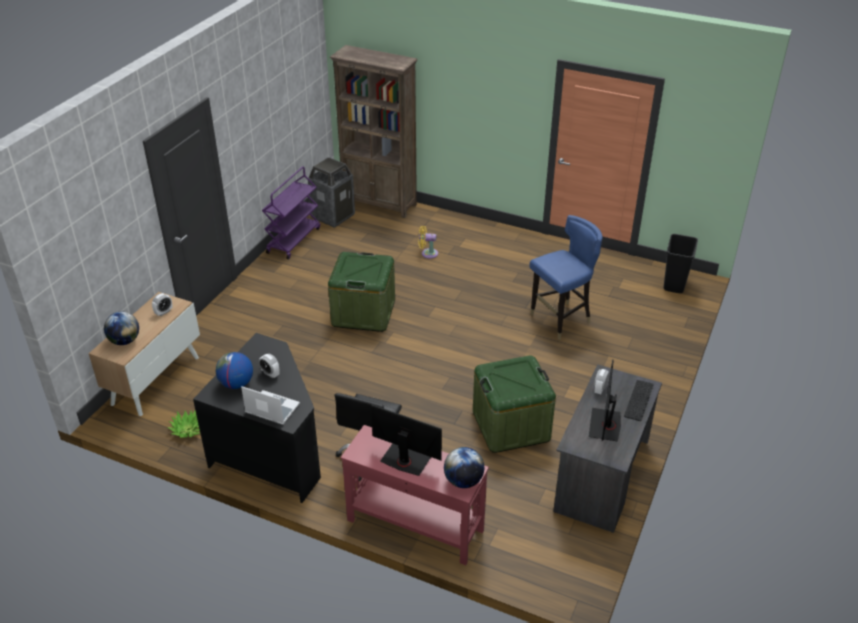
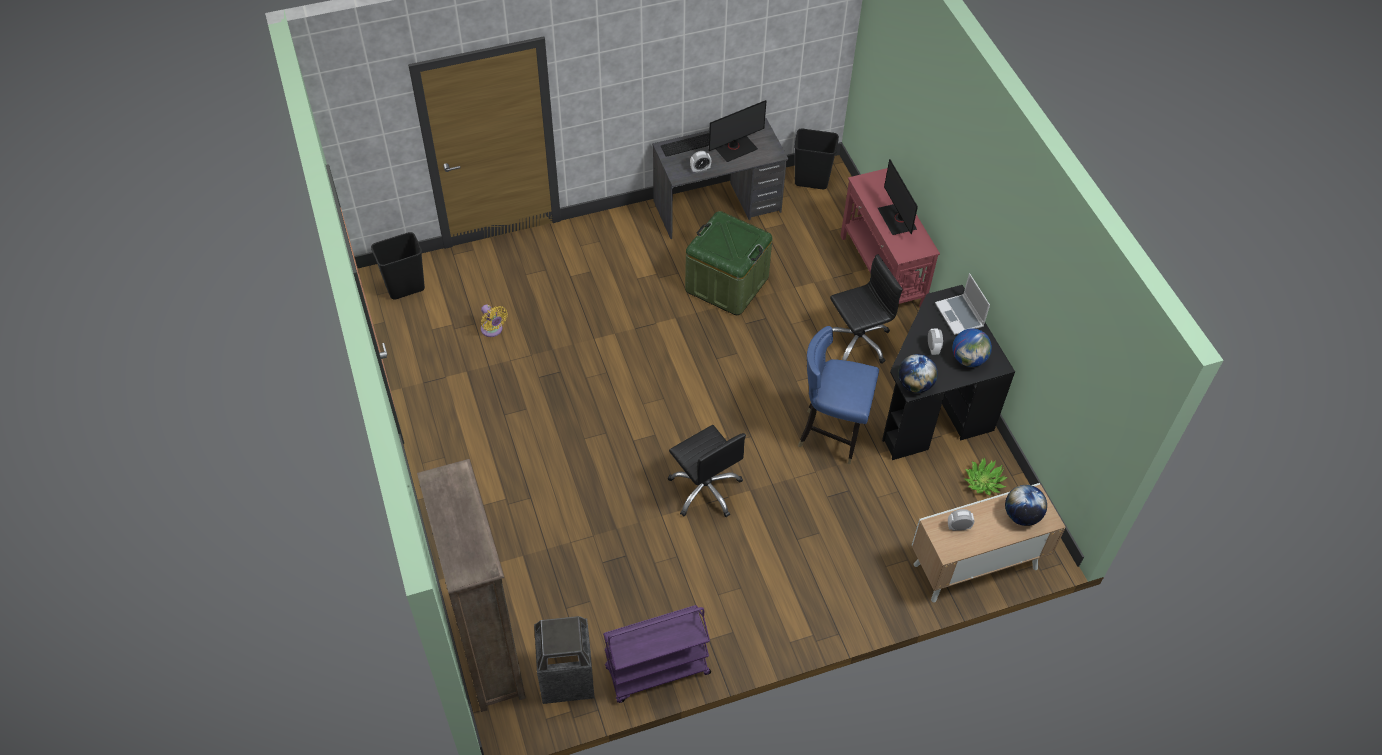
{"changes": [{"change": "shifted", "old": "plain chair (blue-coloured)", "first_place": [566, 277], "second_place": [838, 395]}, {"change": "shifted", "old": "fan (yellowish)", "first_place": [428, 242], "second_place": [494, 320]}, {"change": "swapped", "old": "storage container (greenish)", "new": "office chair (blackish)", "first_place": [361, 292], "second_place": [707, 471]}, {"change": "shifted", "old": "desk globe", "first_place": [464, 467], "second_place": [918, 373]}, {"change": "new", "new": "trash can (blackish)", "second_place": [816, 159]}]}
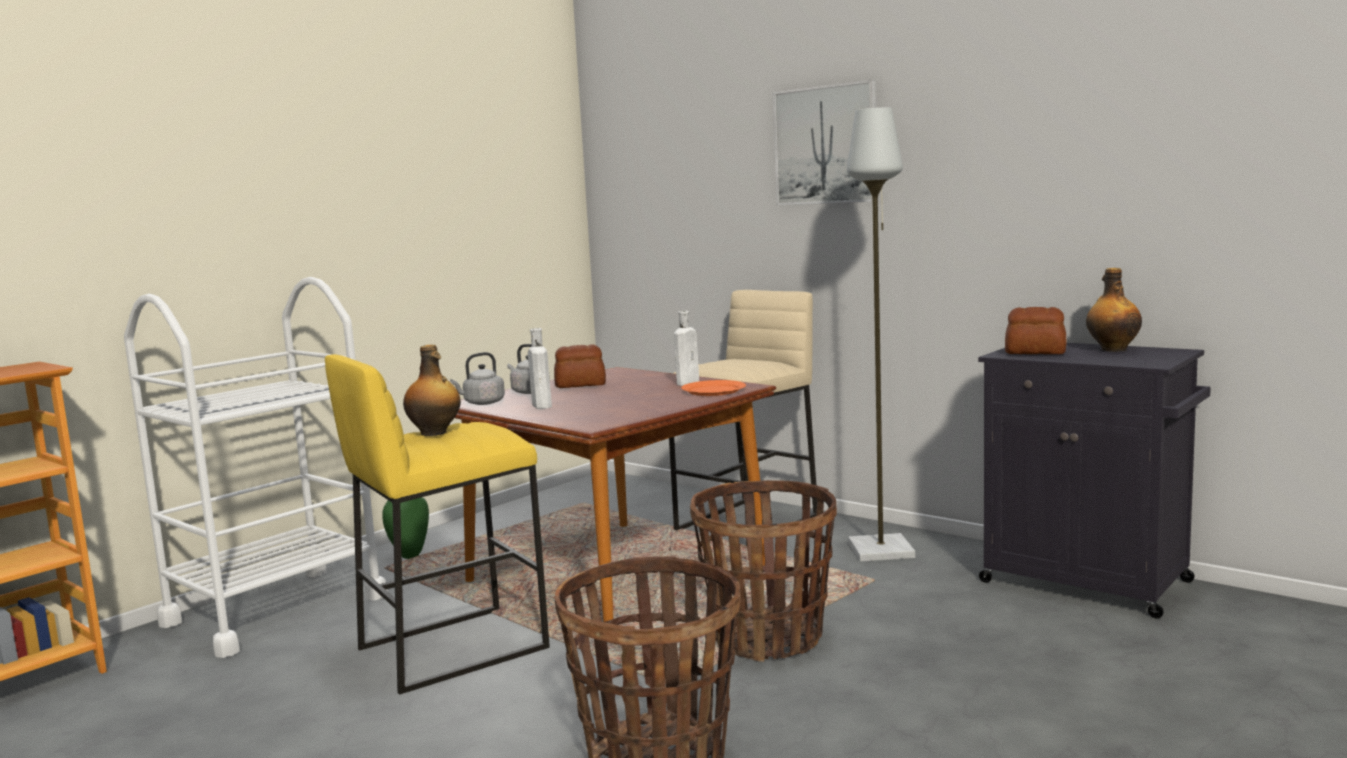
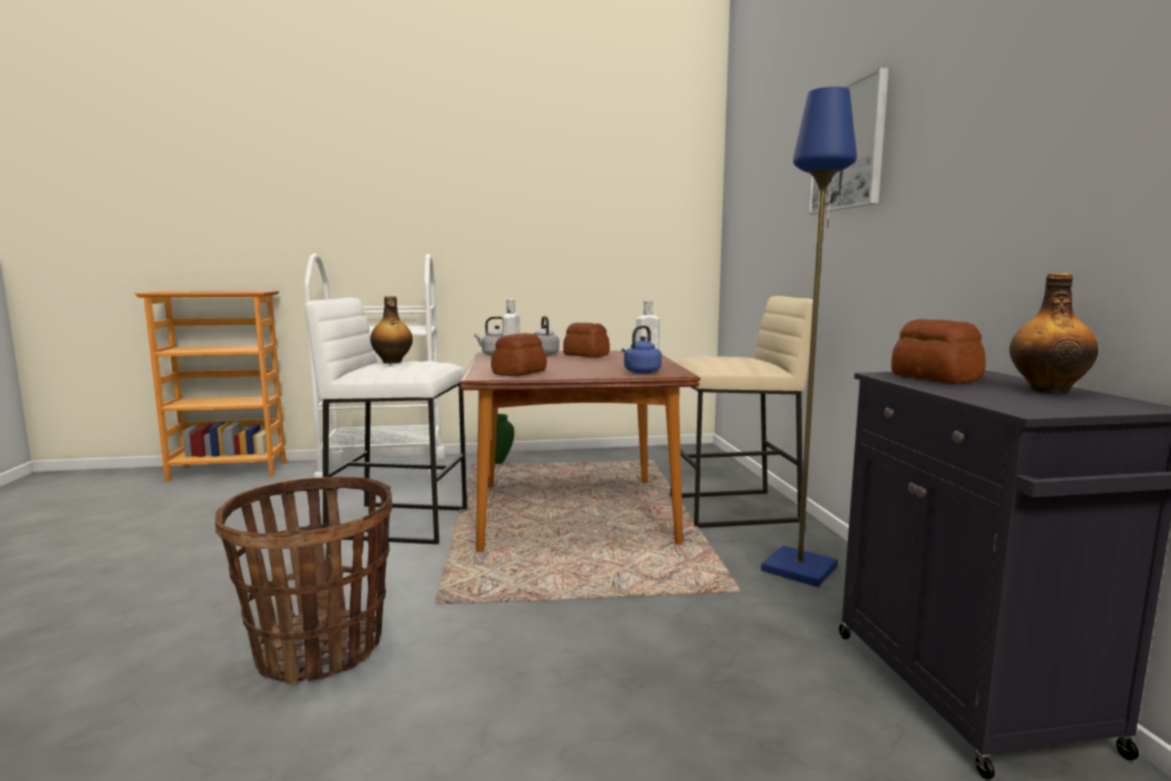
{"changes": [{"change": "repainted", "old": "standard lamp (gray)", "new": "standard lamp (blue-coloured)", "first_place": [881, 335], "second_place": [809, 336]}, {"change": "repainted", "old": "stool seat (yellowish)", "new": "stool seat (white-coloured)", "first_place": [437, 524], "second_place": [386, 421]}, {"change": "swapped", "old": "flat dish (orange)", "new": "tea kettle (blue-coloured)", "first_place": [713, 388], "second_place": [641, 349]}, {"change": "gone", "old": "storage basket", "first_place": [763, 571]}, {"change": "new", "new": "bakery bread", "second_place": [519, 354]}]}
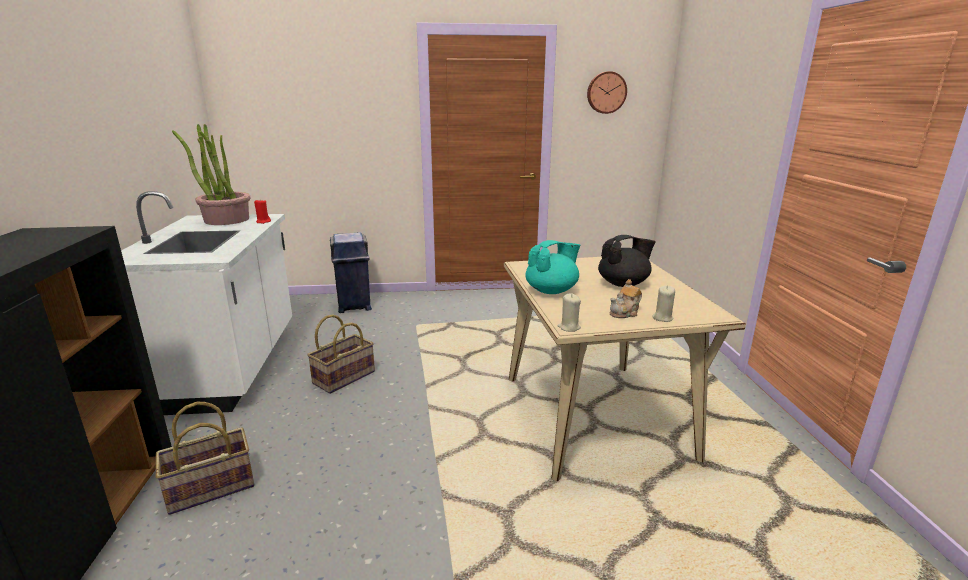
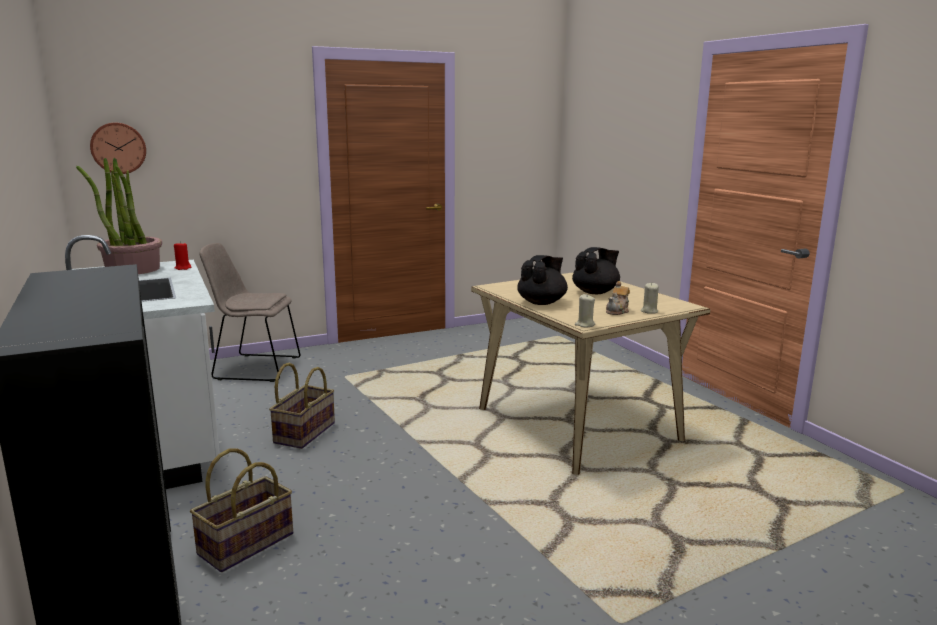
{"changes": [{"change": "shifted", "old": "wall clock", "first_place": [607, 92], "second_place": [118, 148]}, {"change": "swapped", "old": "trash can (blue-coloured)", "new": "plain chair (beige)", "first_place": [351, 272], "second_place": [250, 312]}, {"change": "repainted", "old": "pot for tea (turquoise-coloured)", "new": "pot for tea (blackish)", "first_place": [553, 267], "second_place": [542, 280]}]}
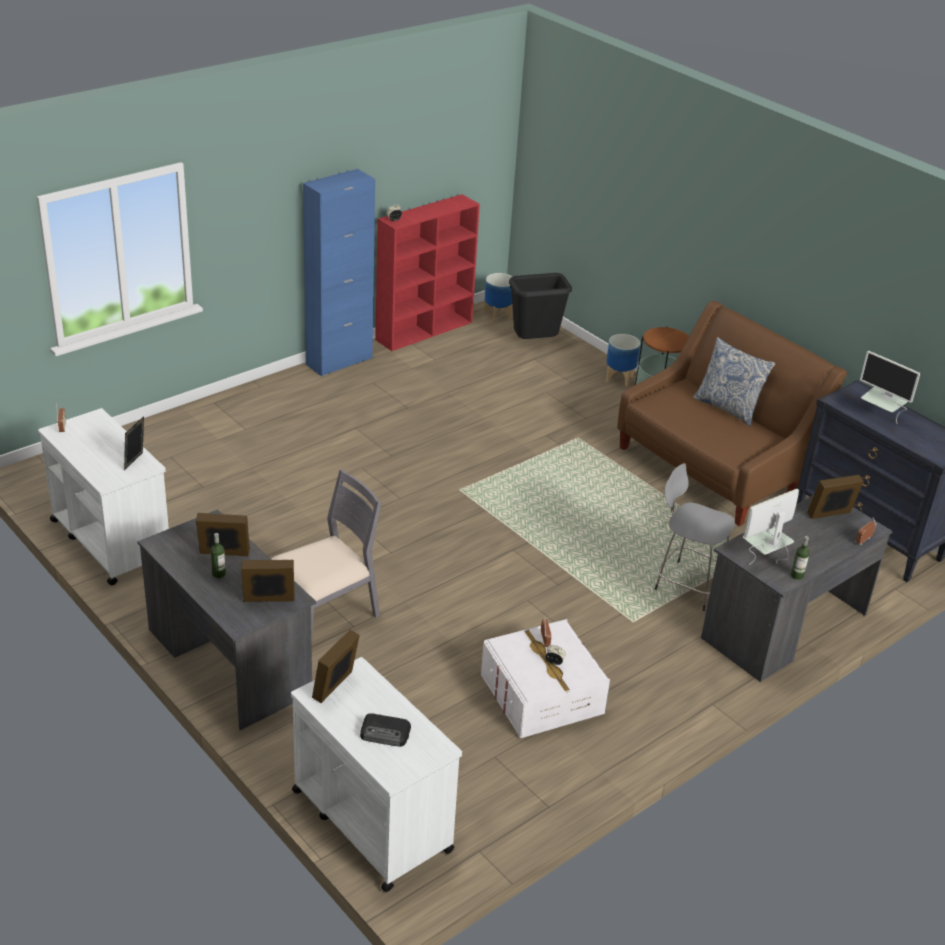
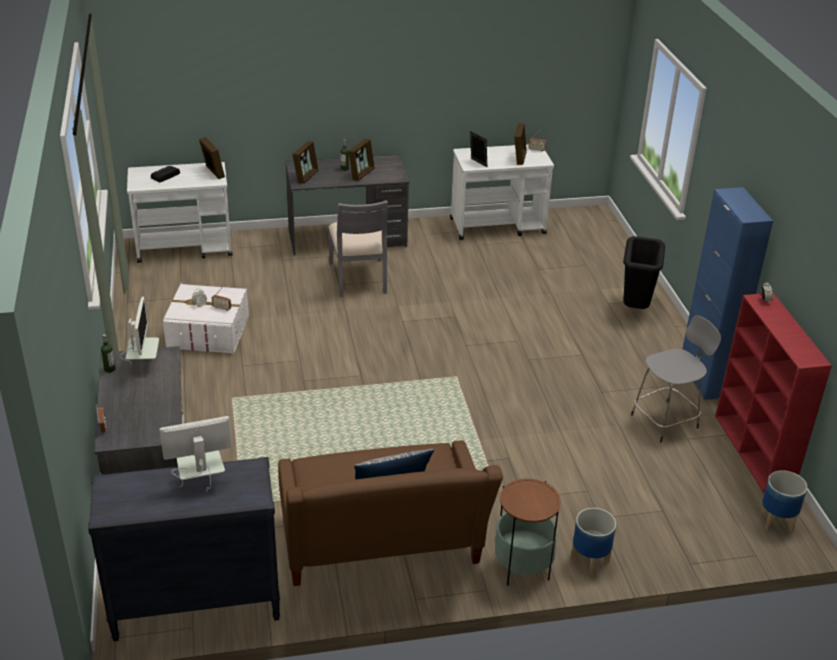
{"changes": [{"change": "shifted", "old": "trash can (blackish)", "first_place": [540, 306], "second_place": [644, 272]}, {"change": "shifted", "old": "stool seat (gray)", "first_place": [695, 537], "second_place": [676, 378]}, {"change": "shifted", "old": "photo frame", "first_place": [835, 497], "second_place": [520, 144]}]}
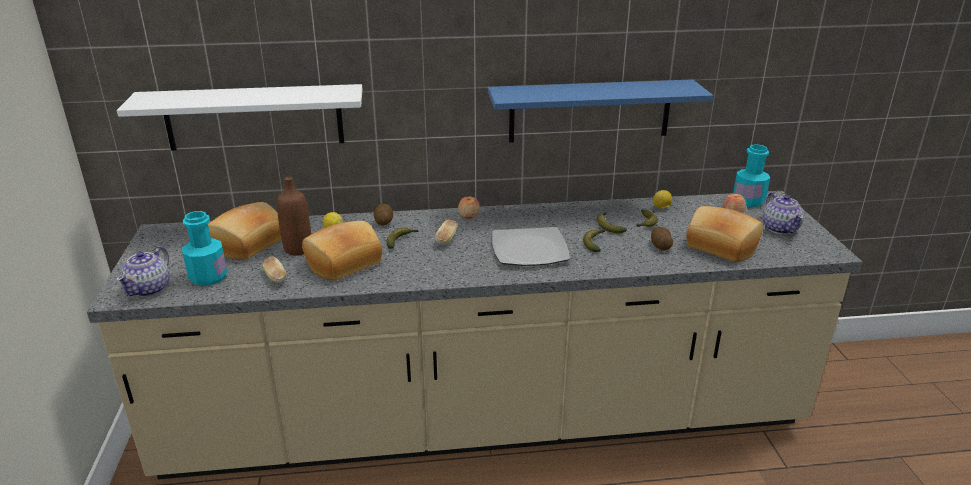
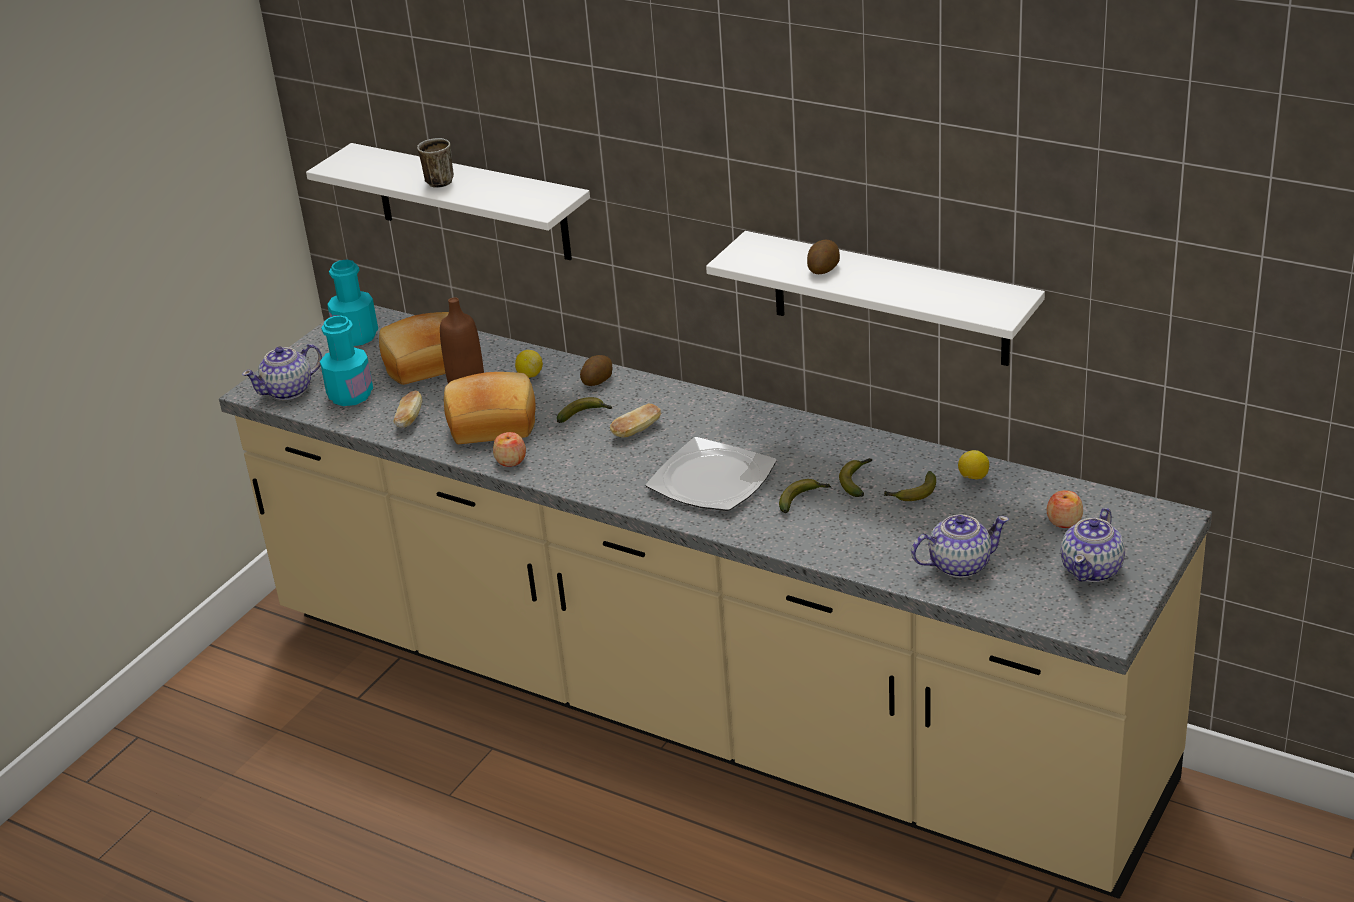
{"changes": [{"change": "repainted", "old": "bracket shelf (blue-coloured)", "new": "bracket shelf (white-coloured)", "first_place": [600, 111], "second_place": [875, 298]}, {"change": "shifted", "old": "beverage bottle (turquoise-coloured)", "first_place": [751, 175], "second_place": [352, 302]}, {"change": "shifted", "old": "apple", "first_place": [469, 208], "second_place": [509, 449]}, {"change": "swapped", "old": "bakery bread", "new": "pot for tea", "first_place": [724, 234], "second_place": [960, 546]}, {"change": "shifted", "old": "whole potato", "first_place": [662, 238], "second_place": [823, 257]}, {"change": "new", "new": "mug", "second_place": [435, 163]}]}
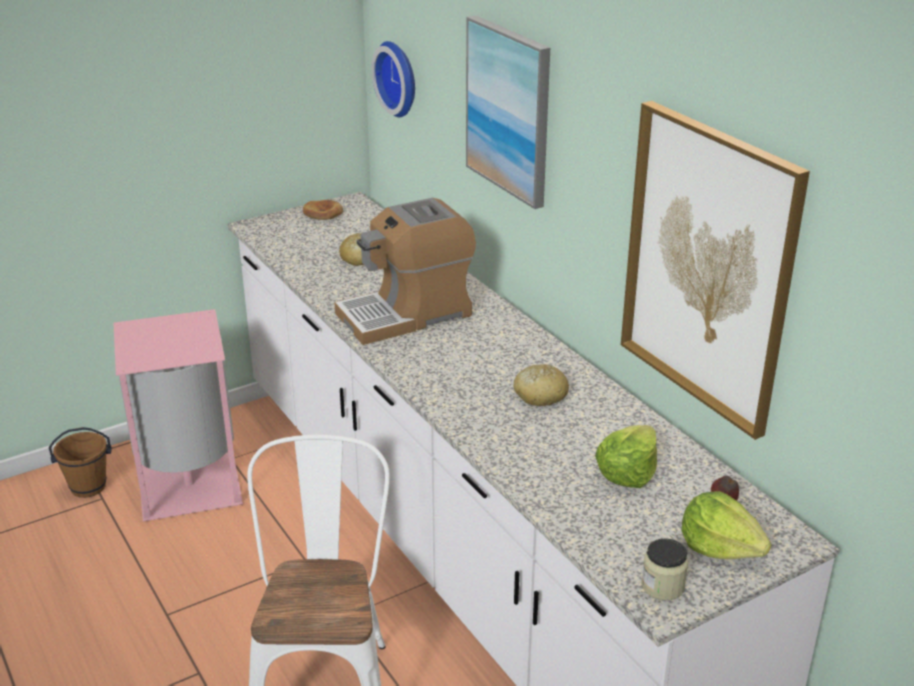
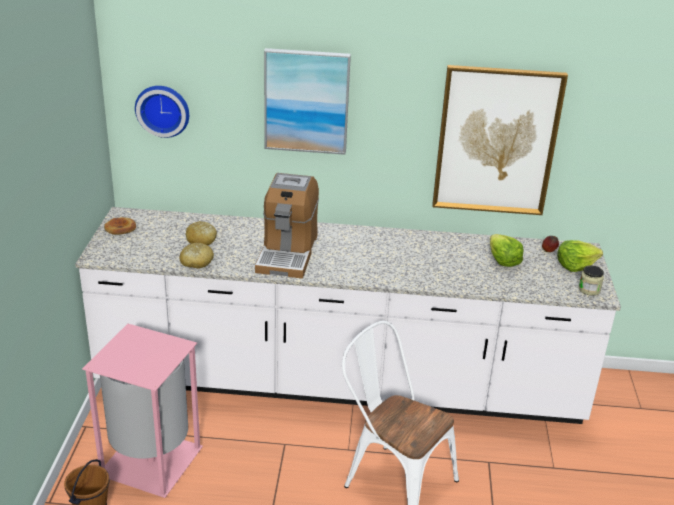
{"changes": [{"change": "shifted", "old": "bakery bread", "first_place": [541, 385], "second_place": [197, 256]}]}
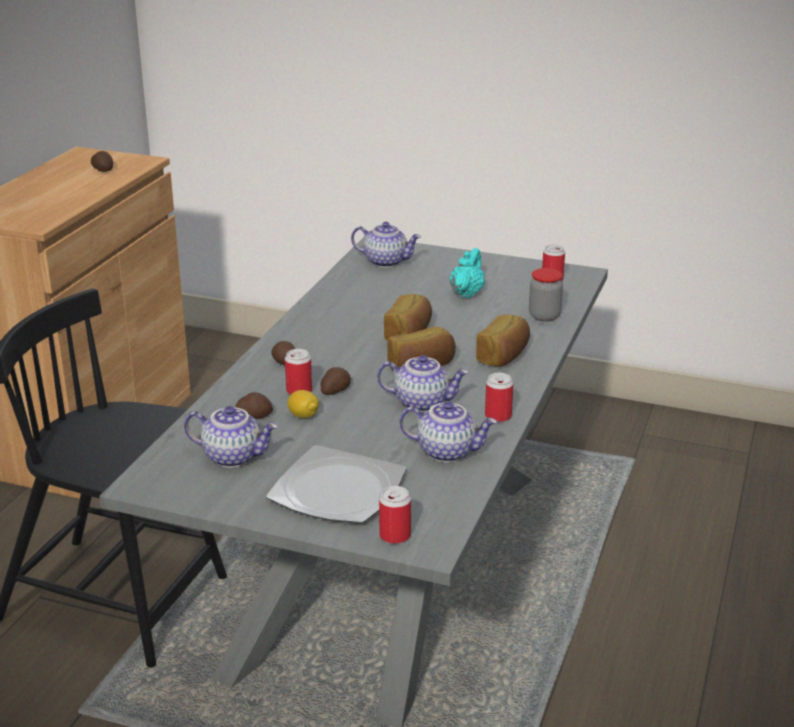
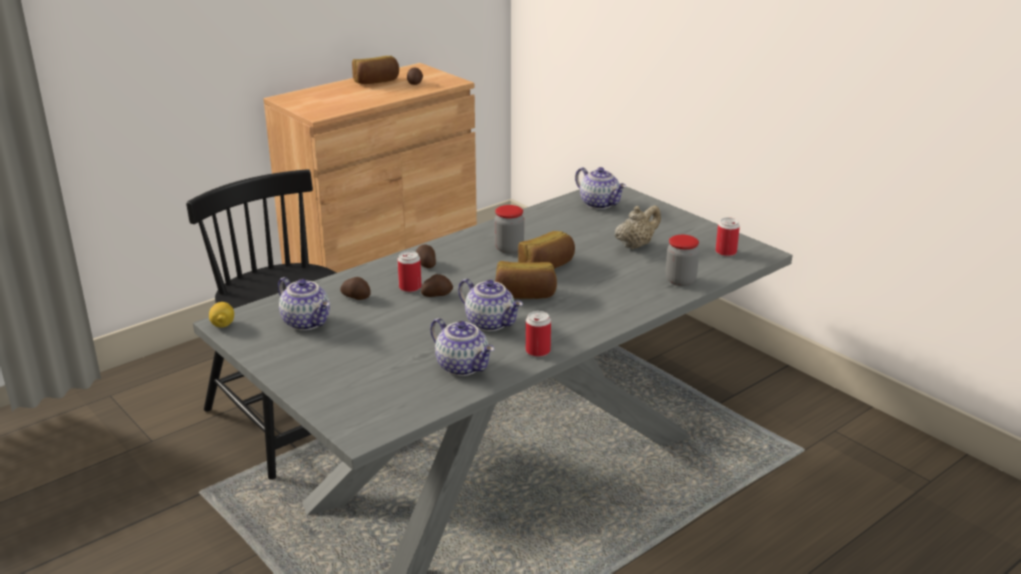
{"changes": [{"change": "repainted", "old": "pot for tea (turquoise-coloured)", "new": "pot for tea (beige)", "first_place": [467, 273], "second_place": [637, 227]}, {"change": "shifted", "old": "bakery bread", "first_place": [503, 340], "second_place": [375, 70]}, {"change": "shifted", "old": "lemon", "first_place": [303, 404], "second_place": [221, 315]}, {"change": "gone", "old": "flat dish", "first_place": [336, 484]}, {"change": "gone", "old": "can", "first_place": [395, 515]}, {"change": "new", "new": "jar", "second_place": [509, 229]}]}
